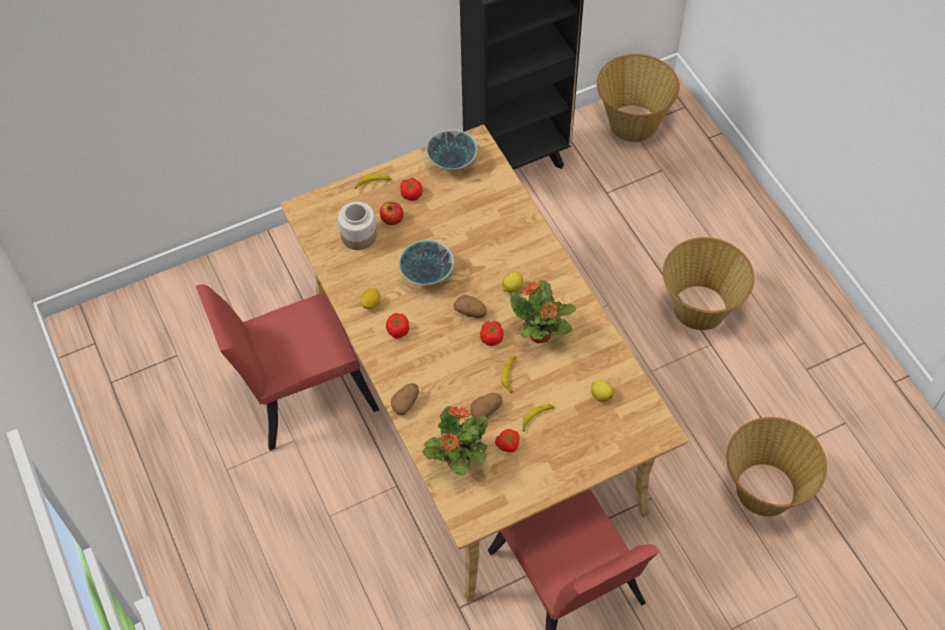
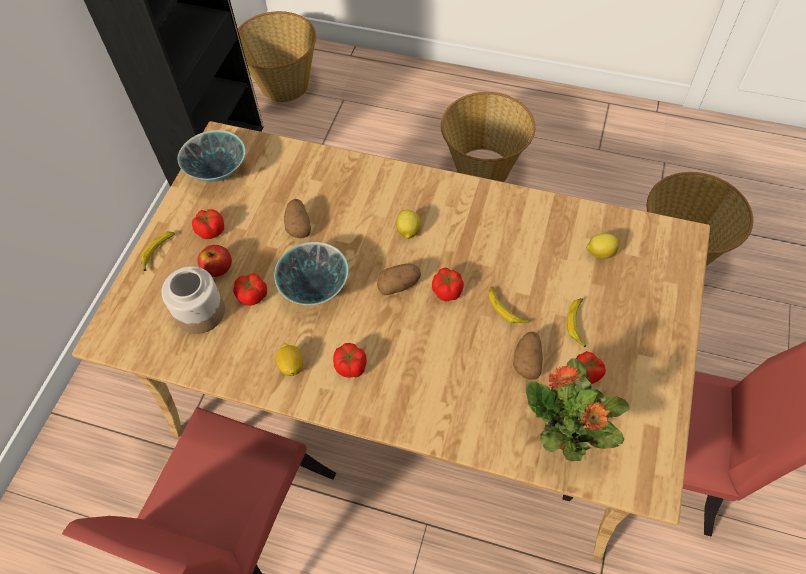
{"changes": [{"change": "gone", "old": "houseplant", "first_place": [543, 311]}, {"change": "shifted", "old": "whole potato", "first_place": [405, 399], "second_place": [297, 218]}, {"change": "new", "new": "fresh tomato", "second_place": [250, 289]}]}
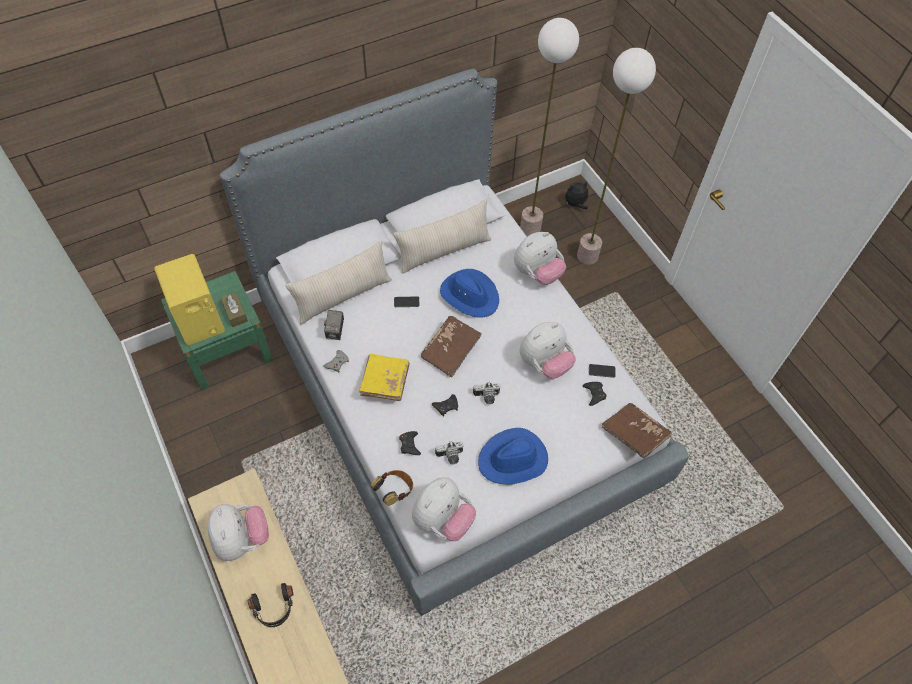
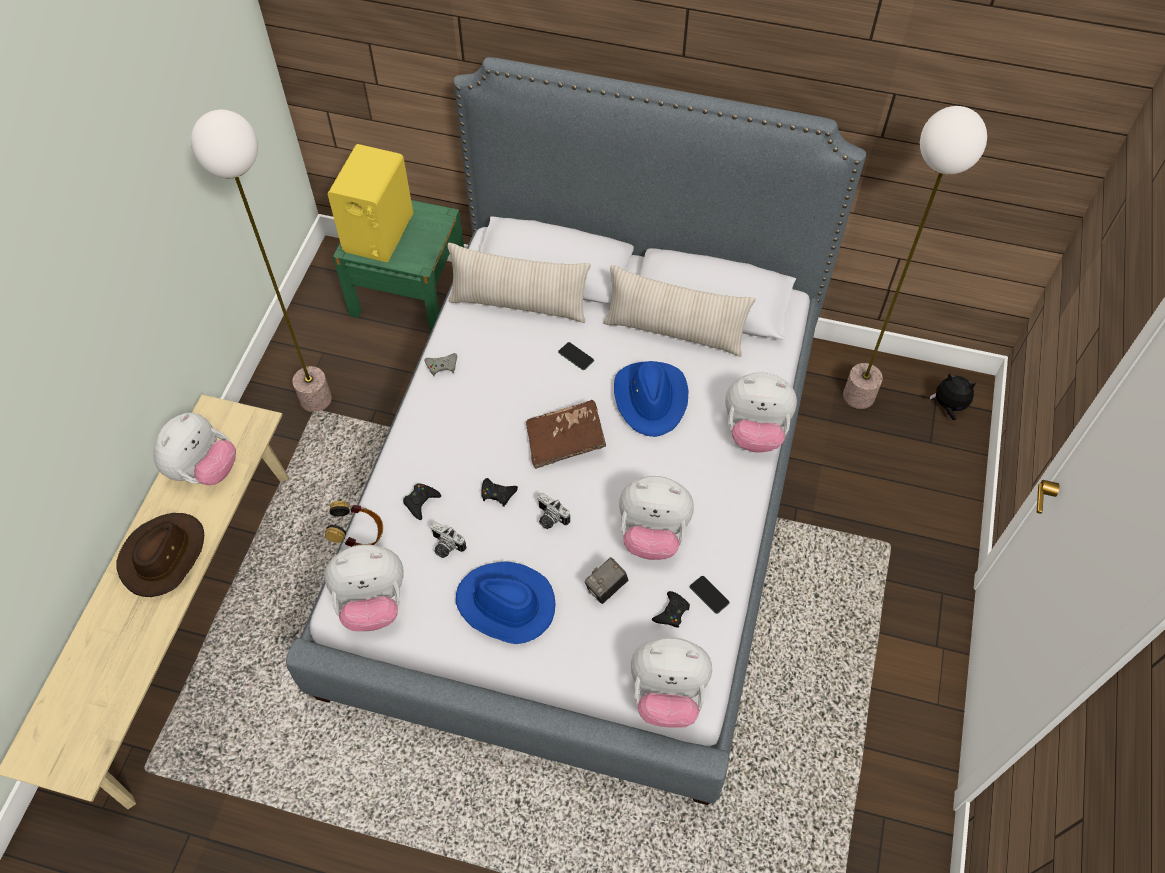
{"changes": [{"change": "shifted", "old": "standard lamp", "first_place": [616, 156], "second_place": [261, 261]}, {"change": "gone", "old": "box of tissues (brown-coloured)", "first_place": [234, 309]}, {"change": "shifted", "old": "photo camera", "first_place": [334, 325], "second_place": [606, 580]}, {"change": "gone", "old": "bound book (yellowish)", "first_place": [384, 377]}, {"change": "swapped", "old": "bound book (brown-coloured)", "new": "cuddly toy", "first_place": [637, 430], "second_place": [671, 682]}, {"change": "swapped", "old": "headset (blackish)", "new": "wearable hat (brown-coloured)", "first_place": [270, 605], "second_place": [160, 555]}]}
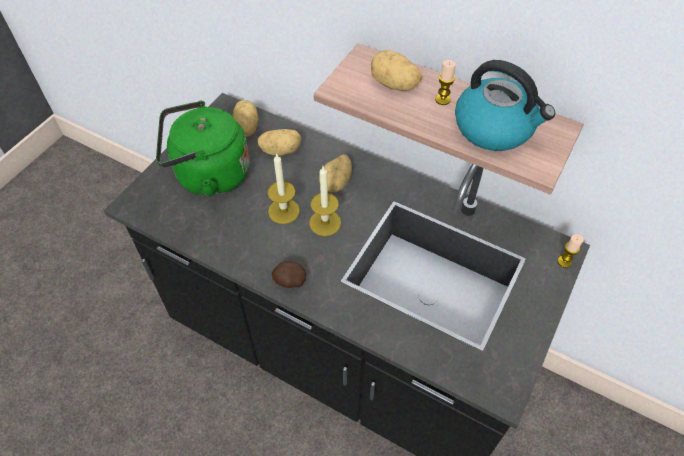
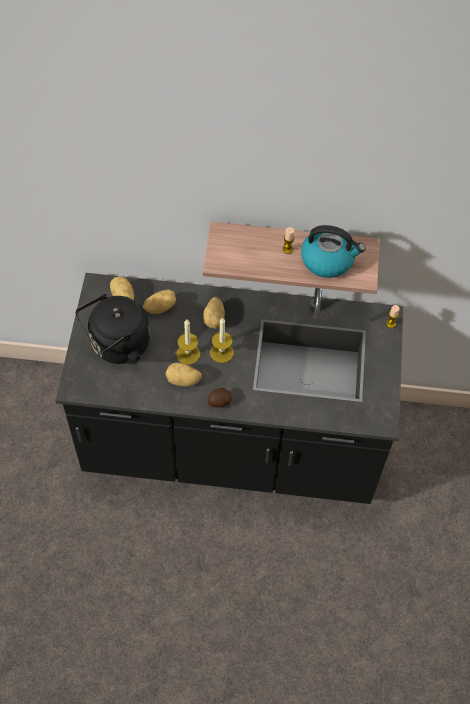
{"changes": [{"change": "shifted", "old": "whole potato", "first_place": [396, 70], "second_place": [183, 375]}, {"change": "repainted", "old": "tea kettle (greenish)", "new": "tea kettle (blackish)", "first_place": [203, 148], "second_place": [113, 329]}]}
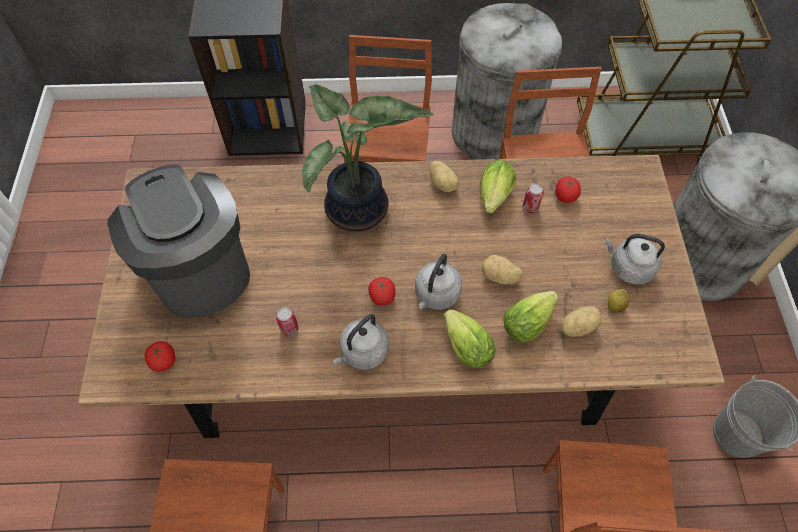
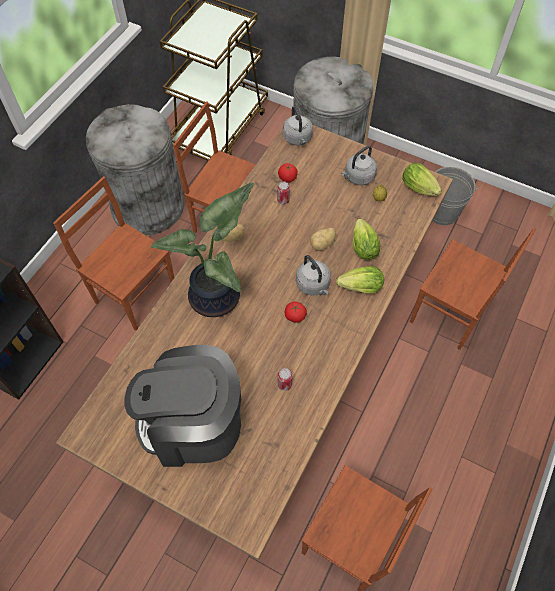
{"changes": [{"change": "shifted", "old": "head of lettuce", "first_place": [497, 186], "second_place": [422, 179]}, {"change": "gone", "old": "whole potato", "first_place": [581, 321]}, {"change": "shifted", "old": "tea kettle (gray)", "first_place": [360, 342], "second_place": [298, 126]}, {"change": "gone", "old": "fresh tomato", "first_place": [159, 356]}]}
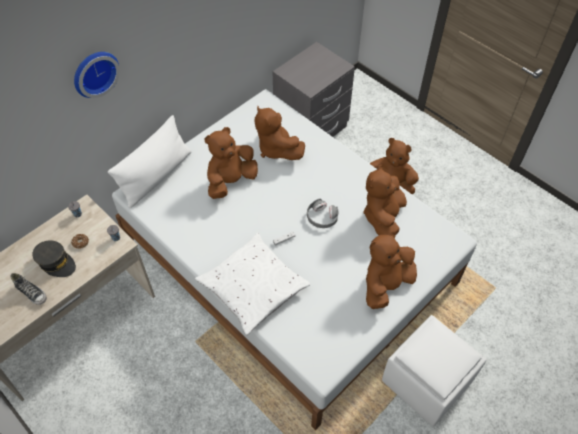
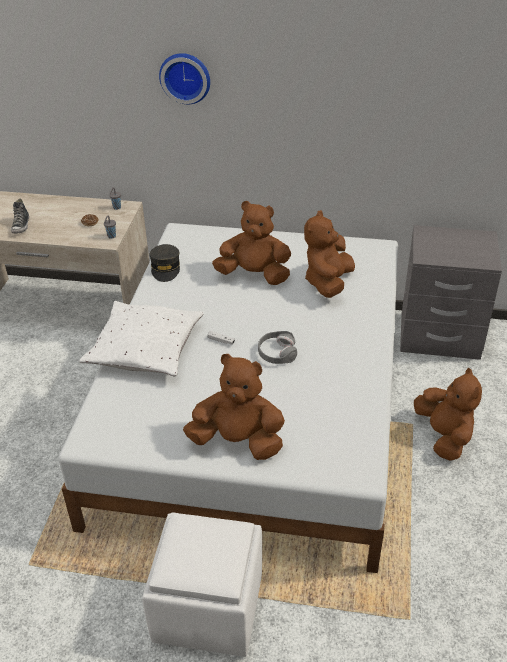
{"changes": [{"change": "gone", "old": "pillow (white-coloured)", "first_place": [149, 161]}, {"change": "gone", "old": "cuddly toy (brown-coloured)", "first_place": [385, 200]}, {"change": "shifted", "old": "cap (gray)", "first_place": [54, 259], "second_place": [164, 263]}]}
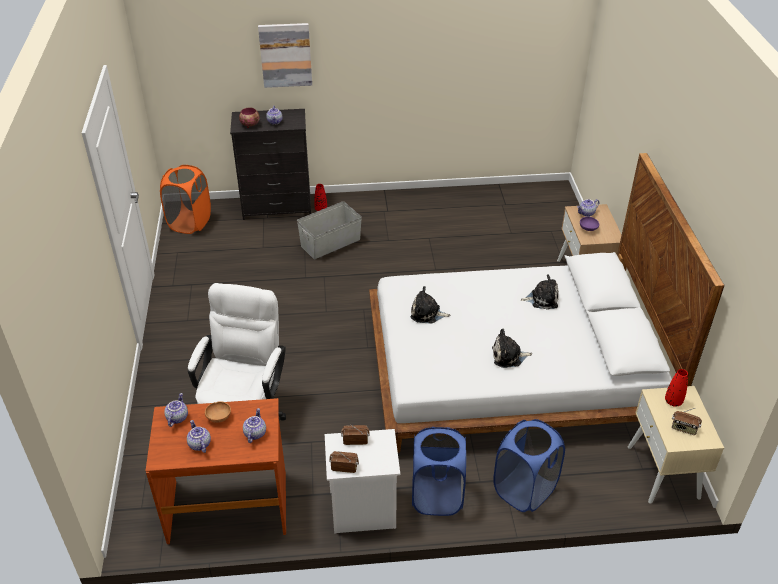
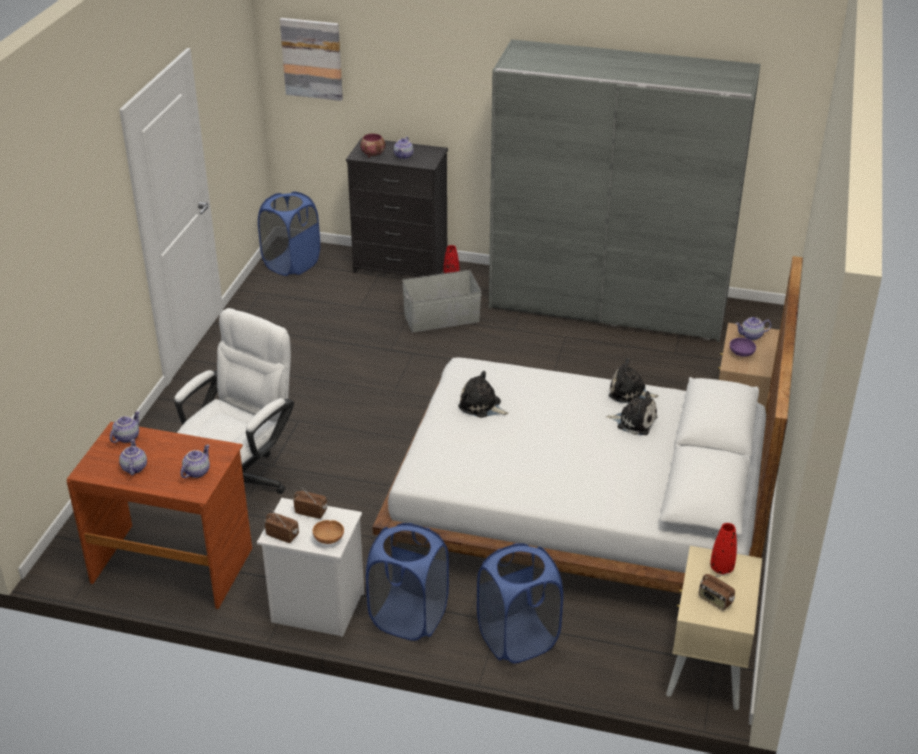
{"changes": [{"change": "shifted", "old": "wall art", "first_place": [285, 55], "second_place": [311, 59]}, {"change": "repainted", "old": "laundry basket (orange)", "new": "laundry basket (blue-coloured)", "first_place": [185, 199], "second_place": [289, 234]}, {"change": "shifted", "old": "cuddly toy", "first_place": [512, 348], "second_place": [634, 380]}, {"change": "shifted", "old": "serving bowl (brown-coloured)", "first_place": [218, 412], "second_place": [328, 532]}, {"change": "new", "new": "clothes cupboard (gray)", "second_place": [625, 190]}]}
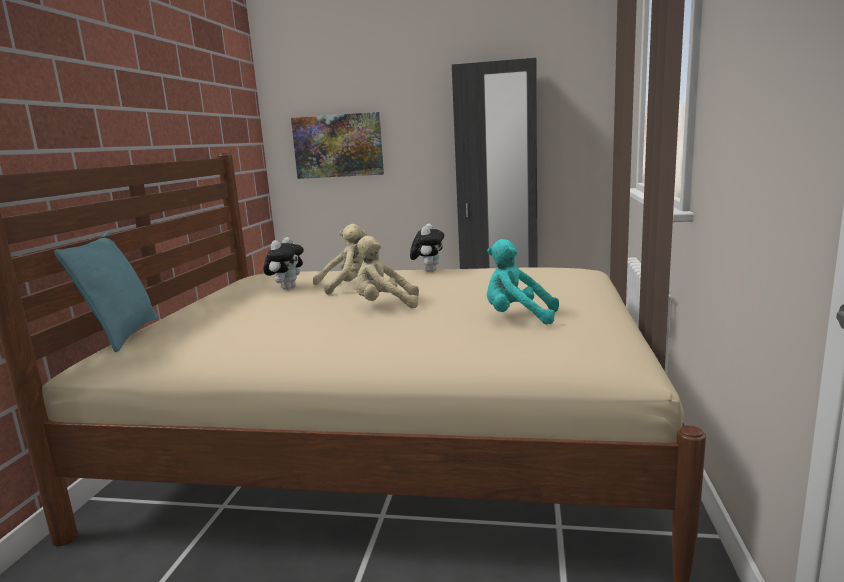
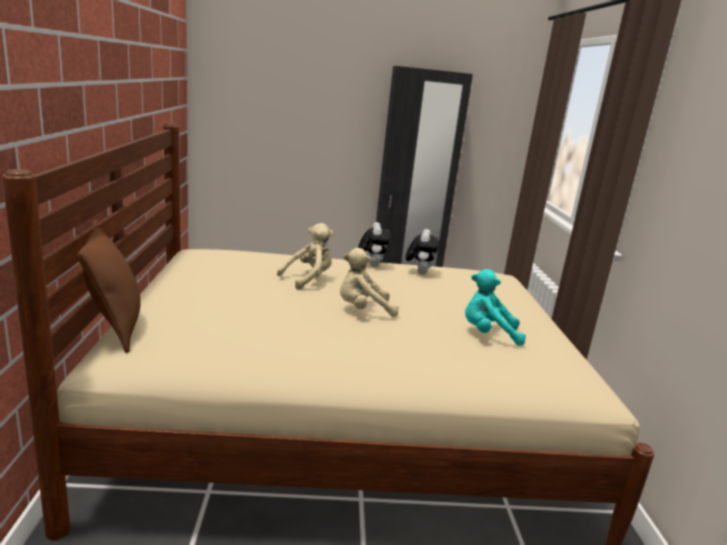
{"changes": [{"change": "gone", "old": "wall art", "first_place": [337, 145]}, {"change": "repainted", "old": "pillow (turquoise-coloured)", "new": "pillow (brown-coloured)", "first_place": [106, 292], "second_place": [109, 286]}, {"change": "shifted", "old": "cuddly toy", "first_place": [283, 263], "second_place": [423, 252]}]}
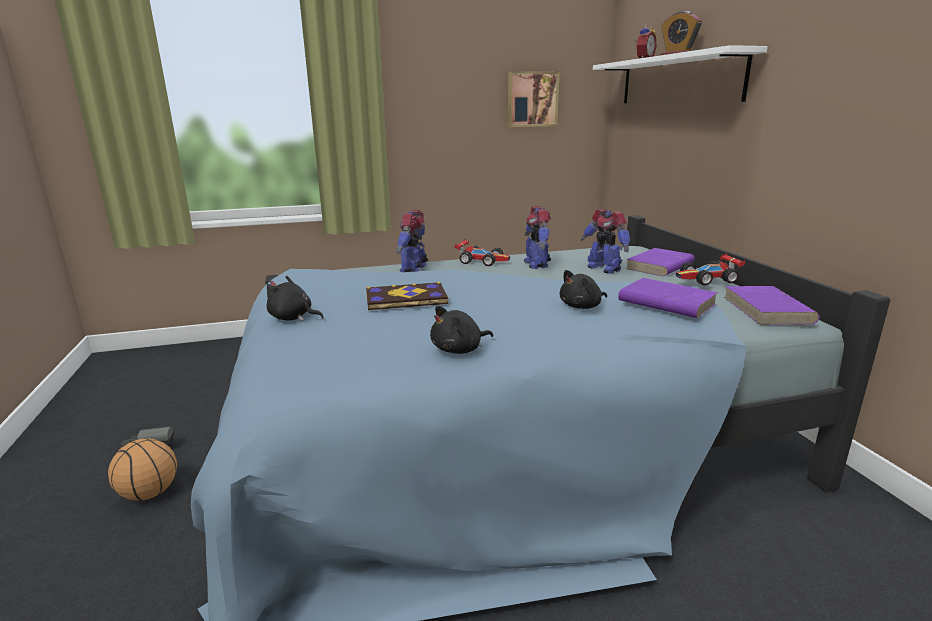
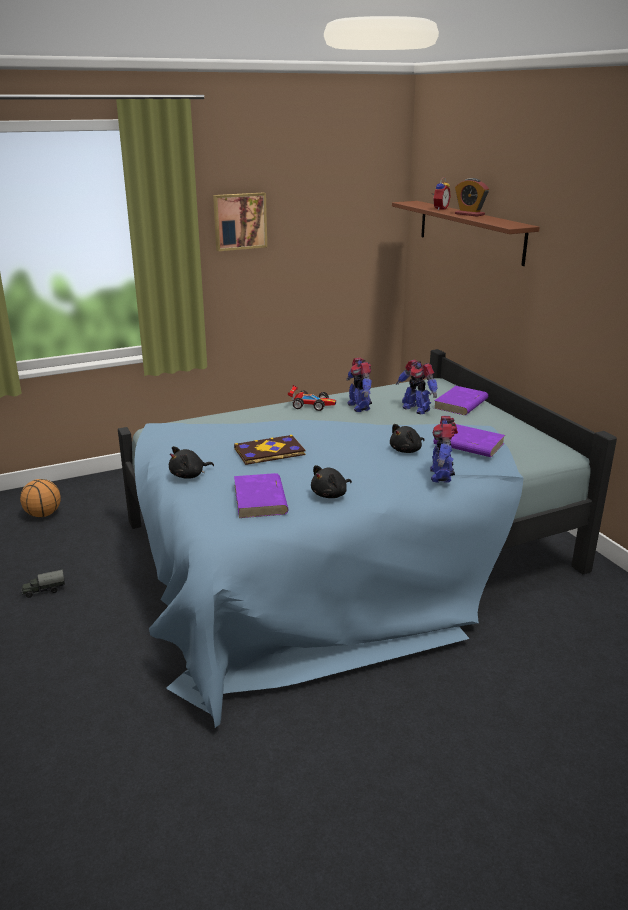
{"changes": [{"change": "repainted", "old": "bracket shelf (white-coloured)", "new": "bracket shelf (brown-coloured)", "first_place": [680, 74], "second_place": [466, 233]}, {"change": "shifted", "old": "wall art", "first_place": [534, 99], "second_place": [240, 221]}, {"change": "shifted", "old": "robot figure", "first_place": [412, 241], "second_place": [444, 449]}, {"change": "gone", "old": "toy car", "first_place": [711, 269]}, {"change": "rotated", "old": "cuddly toy (blackish)", "first_place": [295, 298], "second_place": [191, 462], "degrees": -45}, {"change": "shifted", "old": "bound book (purple-coloured)", "first_place": [772, 305], "second_place": [261, 495]}, {"change": "shifted", "old": "basketball ball", "first_place": [142, 470], "second_place": [40, 498]}]}
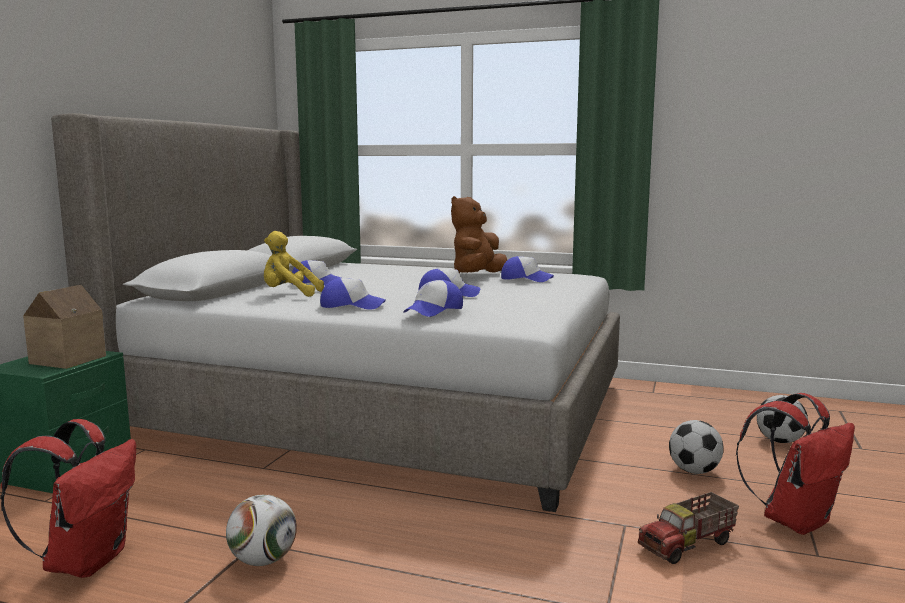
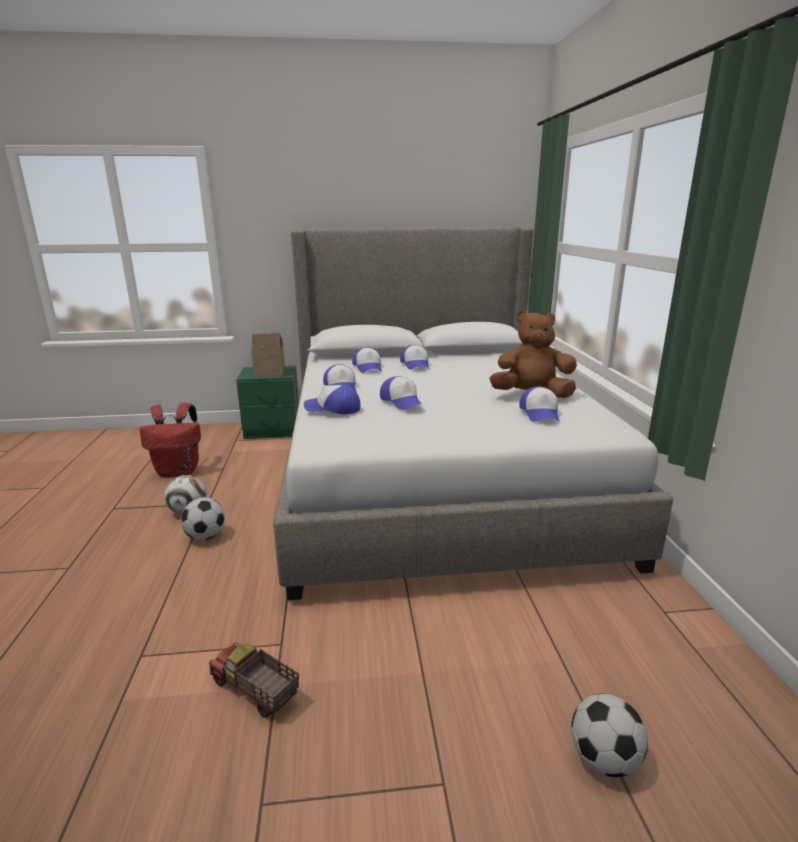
{"changes": [{"change": "swapped", "old": "cuddly toy (yellowish)", "new": "cap", "first_place": [294, 264], "second_place": [367, 360]}, {"change": "gone", "old": "backpack (red)", "first_place": [795, 464]}, {"change": "shifted", "old": "ball for football", "first_place": [696, 447], "second_place": [203, 519]}]}
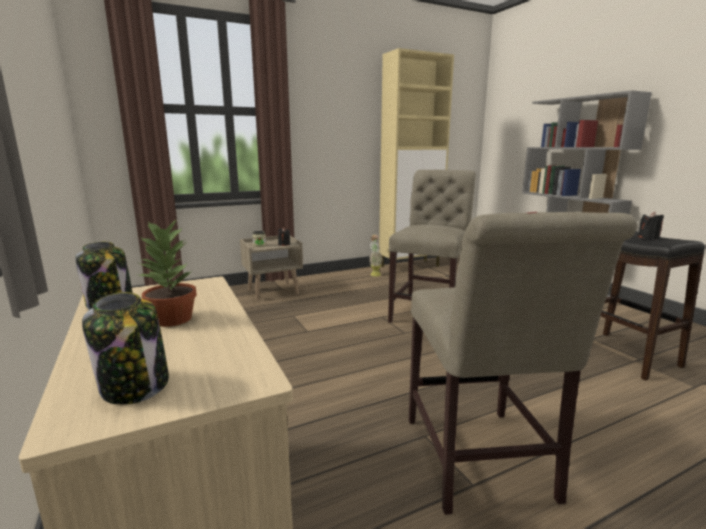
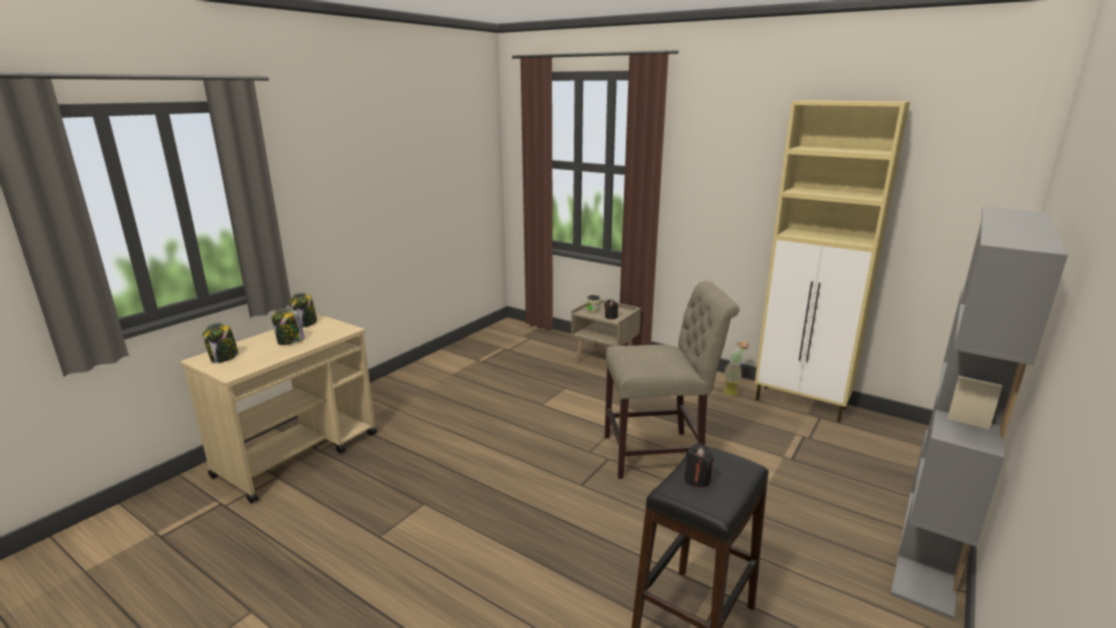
{"changes": [{"change": "gone", "old": "plain chair (beige)", "first_place": [522, 363]}, {"change": "swapped", "old": "houseplant", "new": "jar", "first_place": [168, 272], "second_place": [288, 326]}]}
